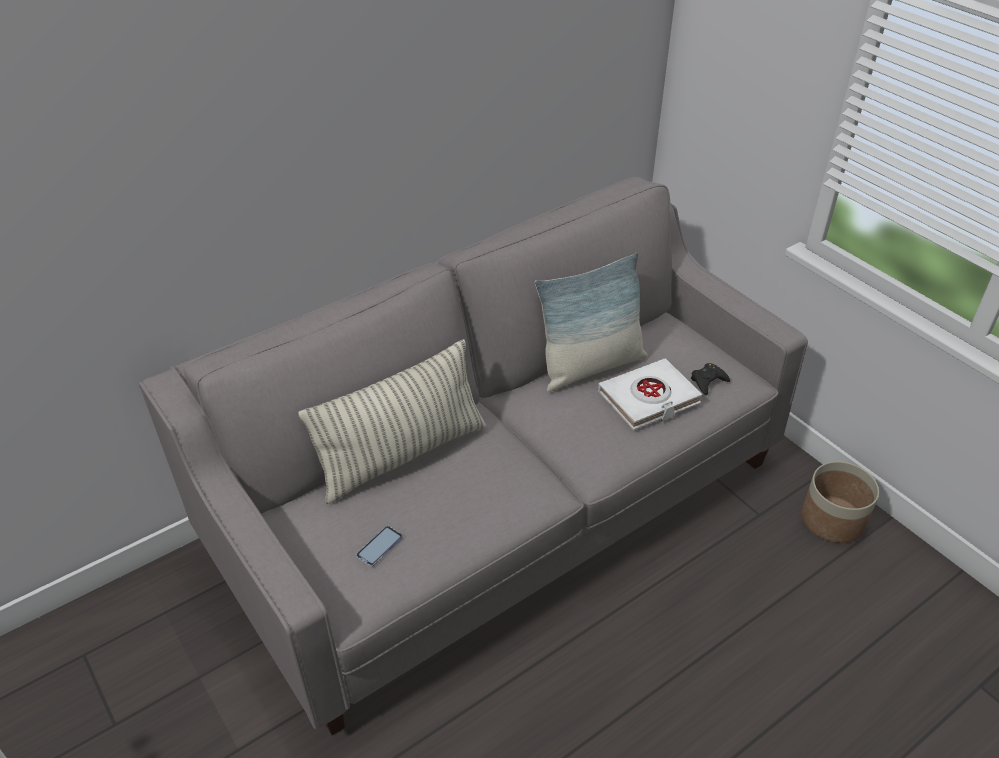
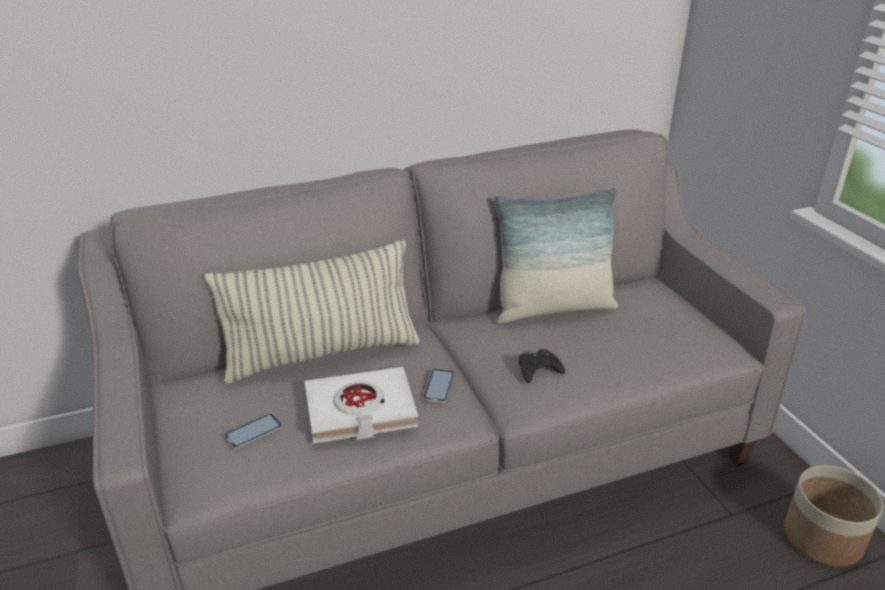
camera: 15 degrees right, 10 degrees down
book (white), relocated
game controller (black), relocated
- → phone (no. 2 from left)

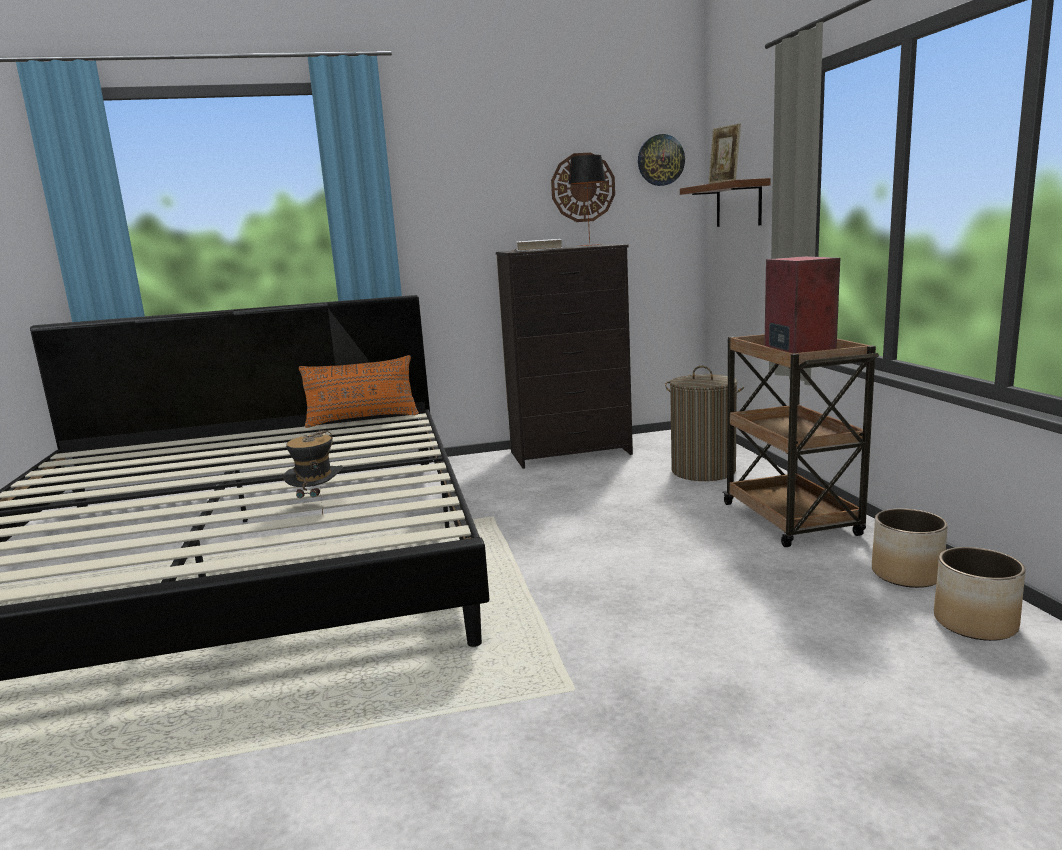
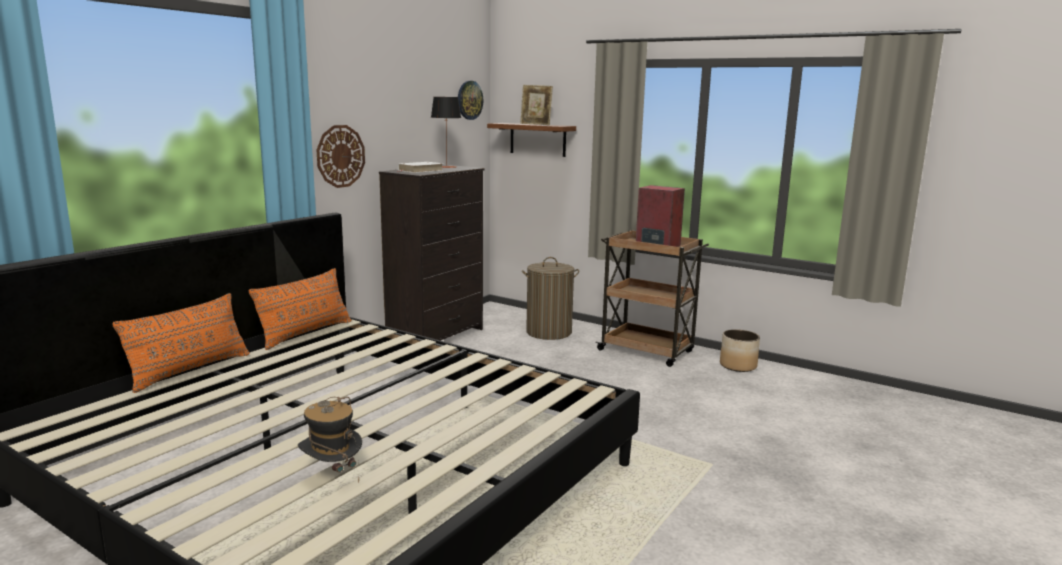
camera: 45 degrees left, 0 degrees up
hat, relocated
wall clock (no. 1 from left), relocated
planter (no. 2 from left) → -
- → pillow (orange) (no. 1 from left)

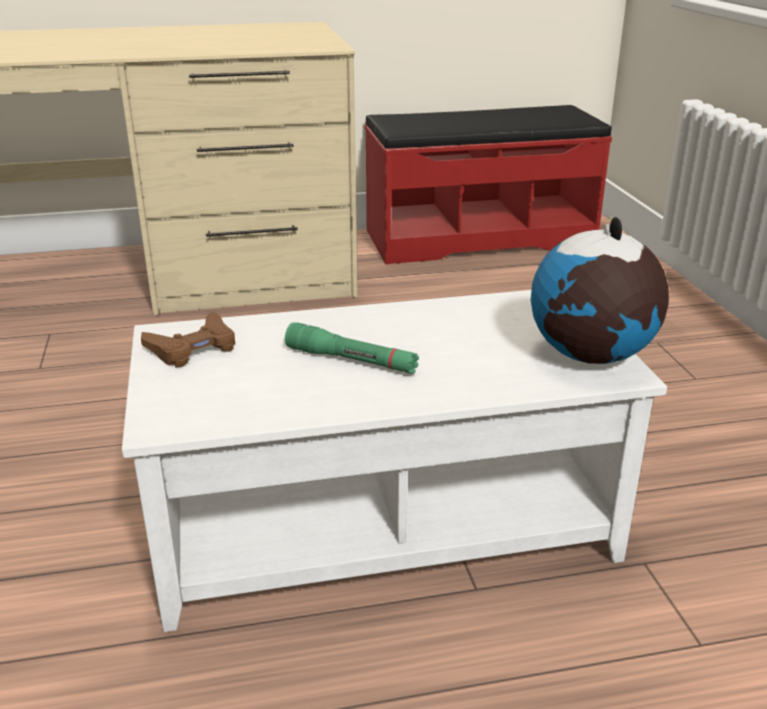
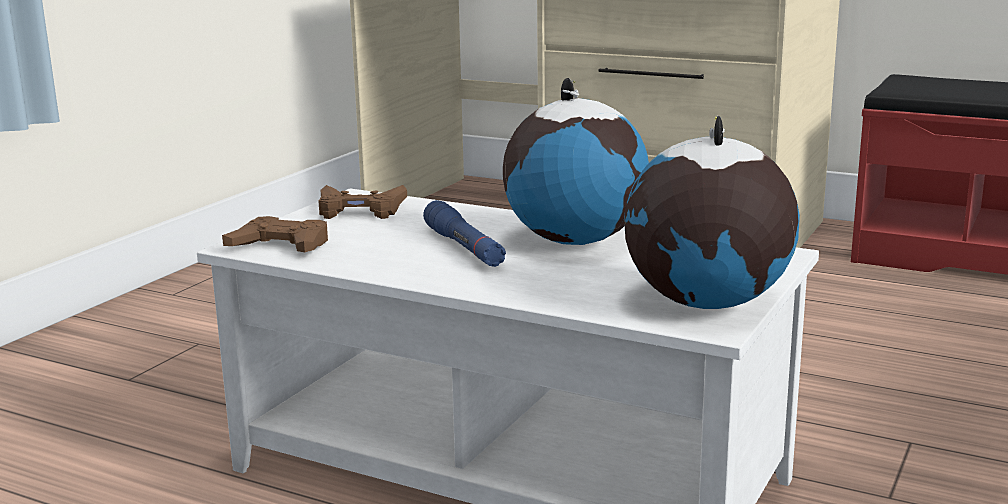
camera: 40 degrees right, 10 degrees down
flashlight (green) → flashlight (blue)
- → game controller (brown) (no. 1 from left)
- → globe (no. 1 from left)

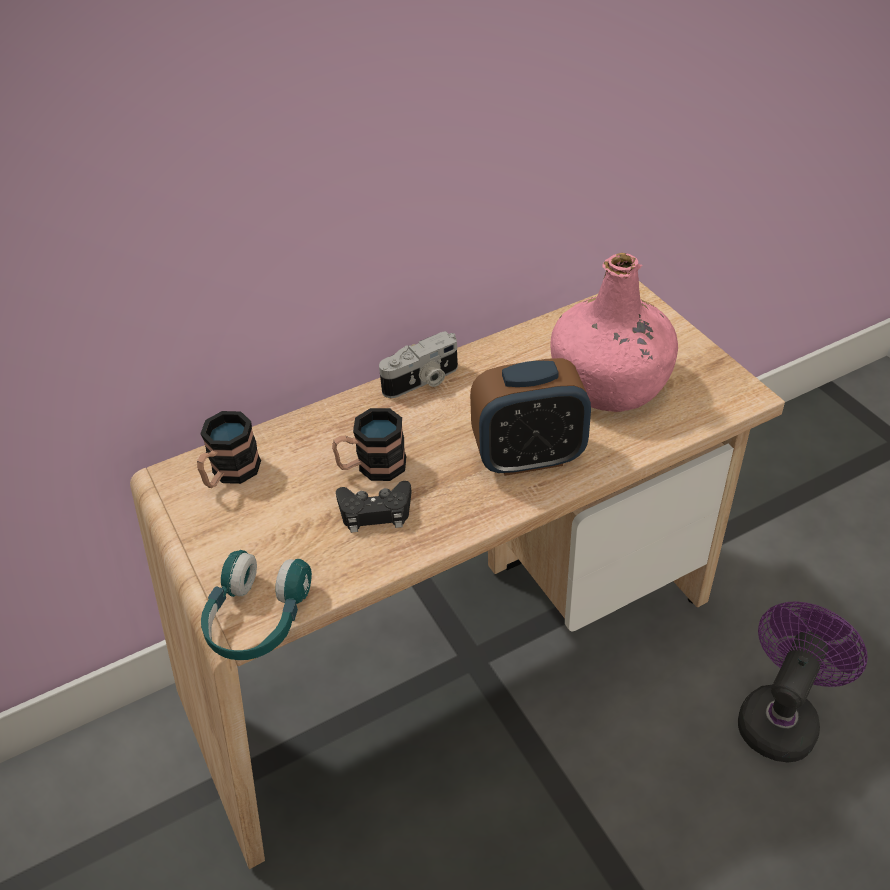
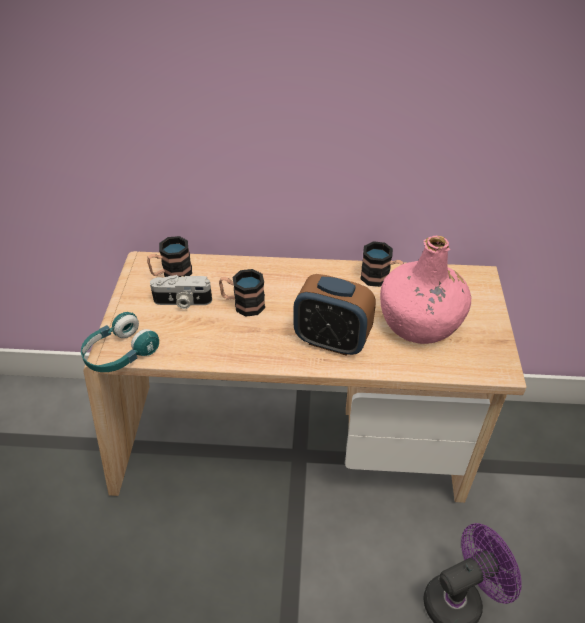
camera: 30 degrees right, 0 degrees up
game controller (black) → -
photo camera, relocated
- → mug (no. 3 from left)

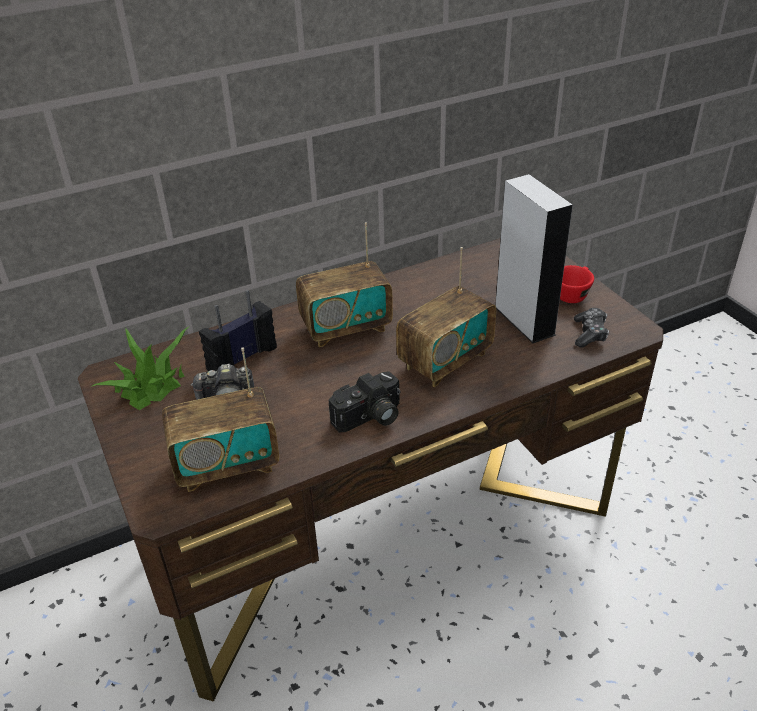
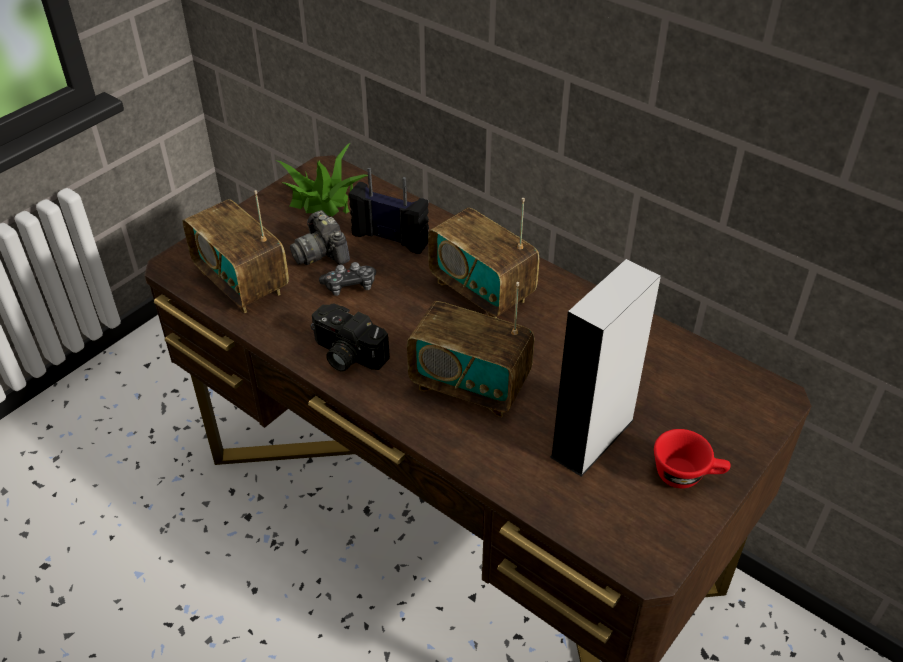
camera: 65 degrees right, 5 degrees up
game controller, relocated

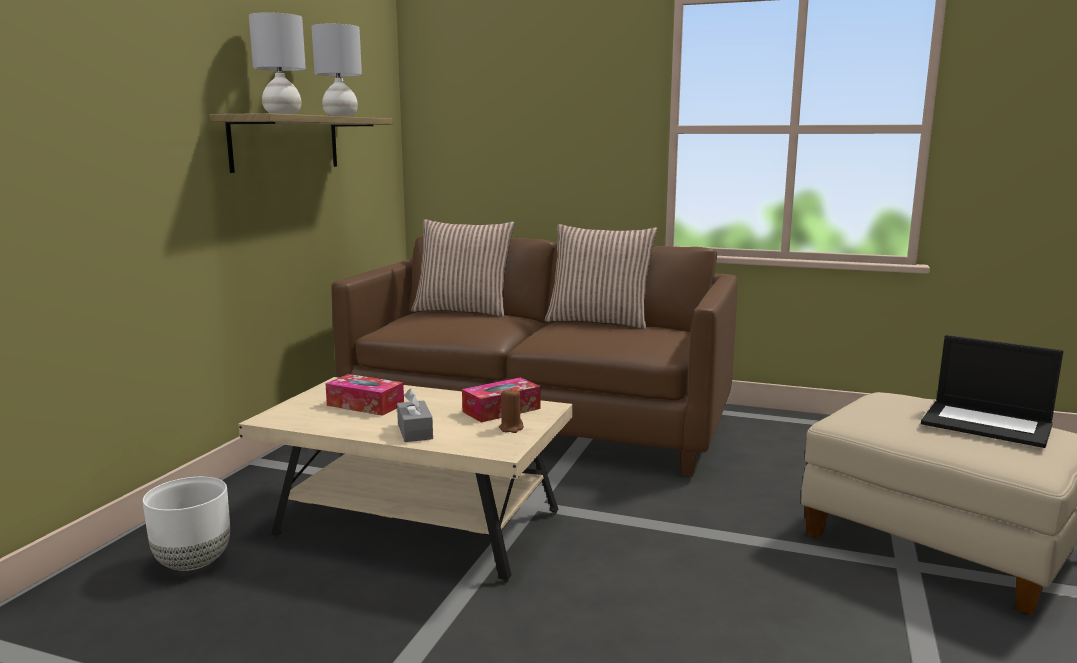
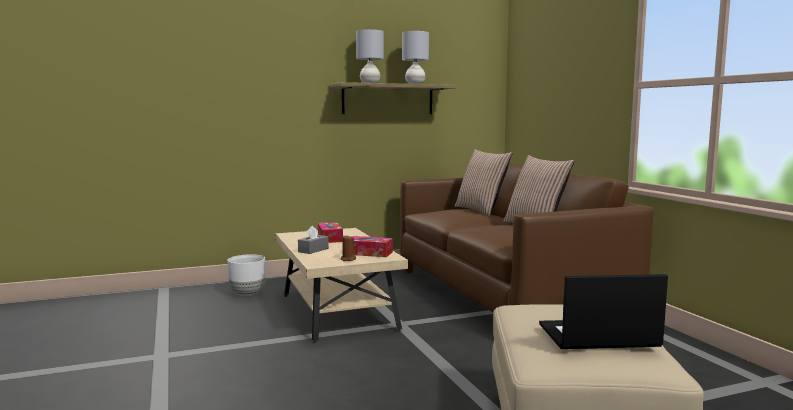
camera: 50 degrees right, 5 degrees down
laptop, 90 degrees clockwise

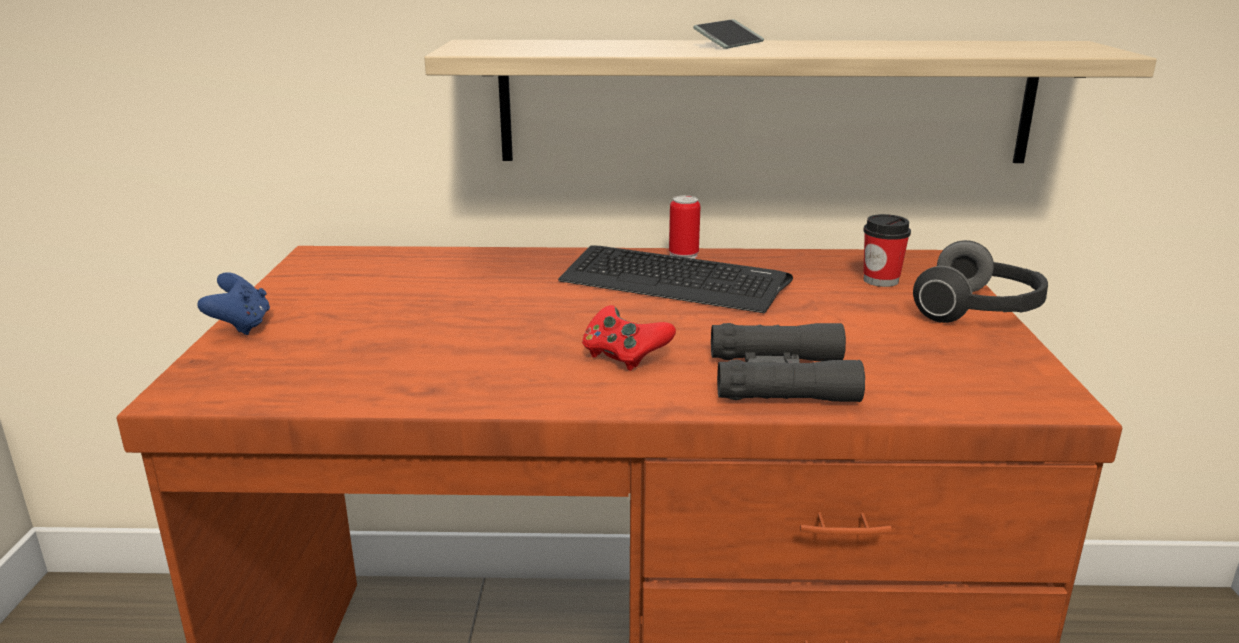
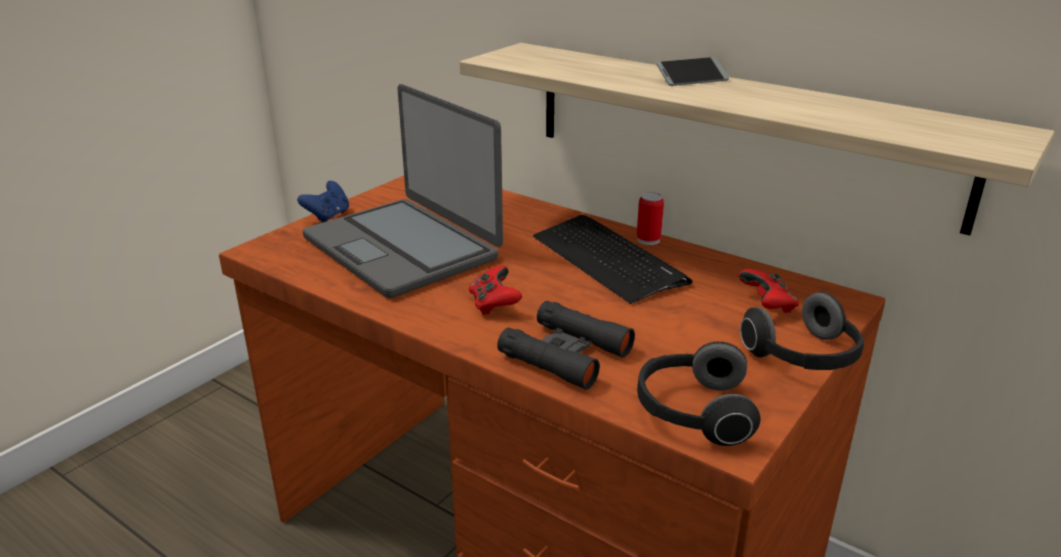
camera: 35 degrees right, 5 degrees up
cup → game controller (red) (no. 2 from left)
- → laptop
- → headphones (no. 1 from left)

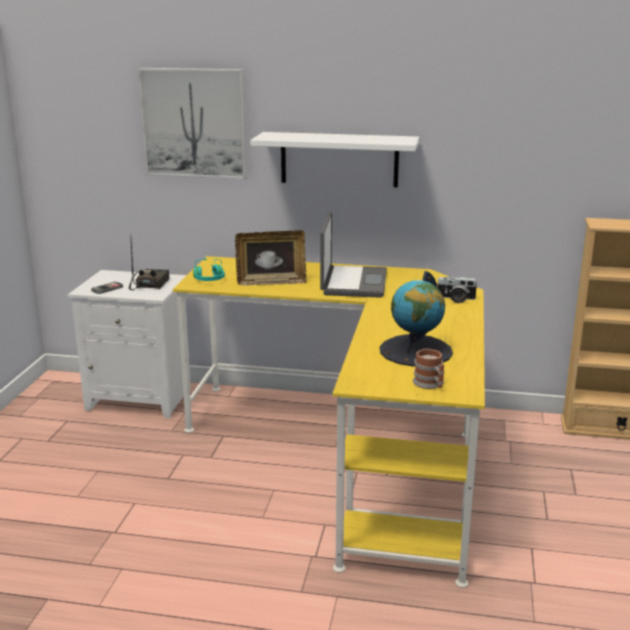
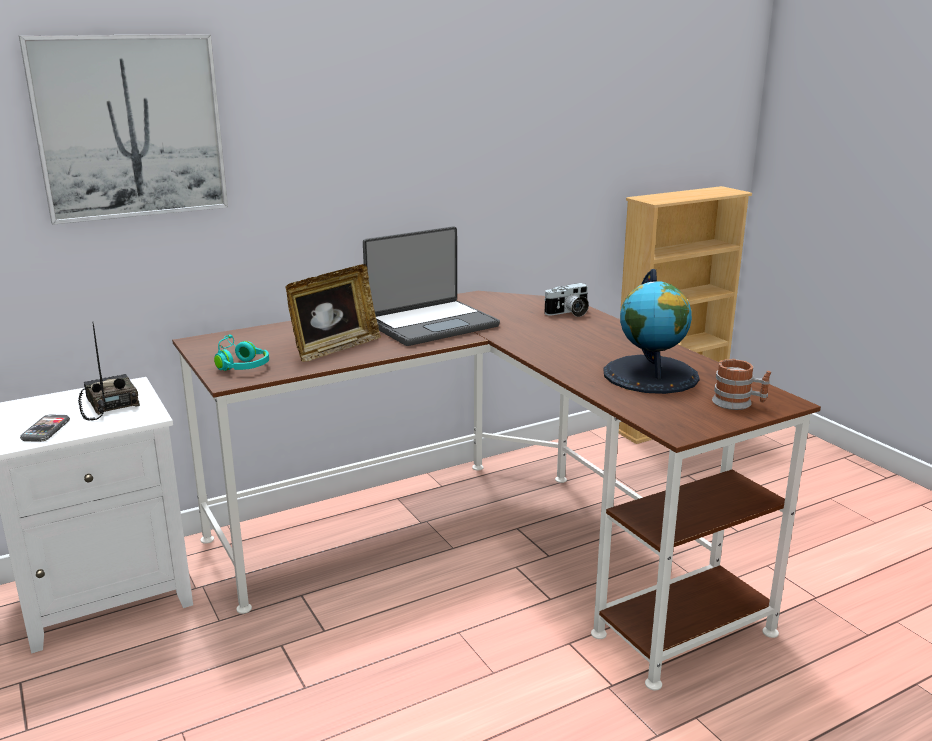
camera: 40 degrees left, 0 degrees up
desk (yellow) → desk (brown)
shelf (white) → -
laptop, 90 degrees clockwise

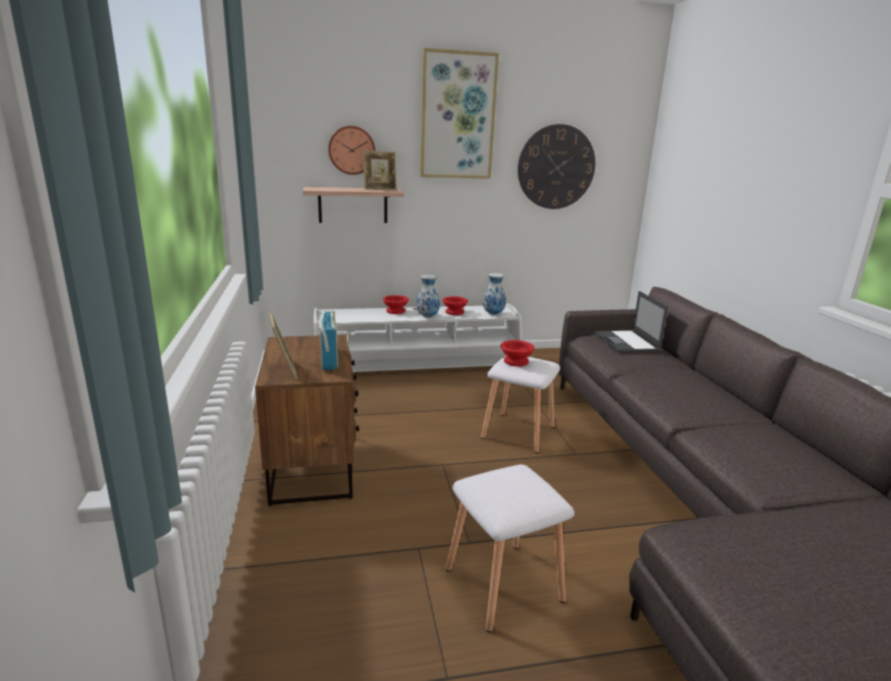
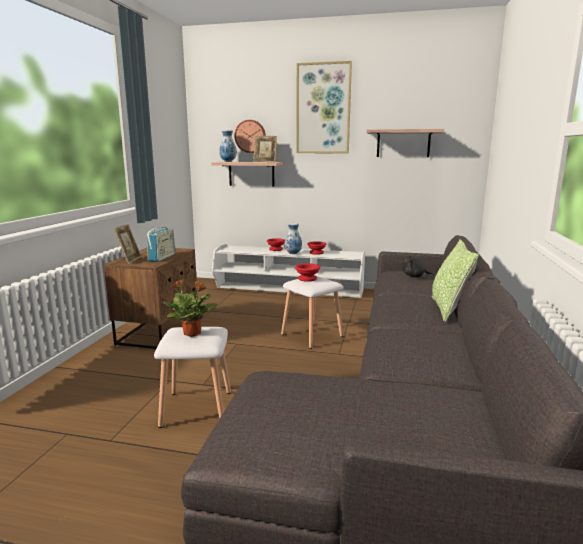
camera: 25 degrees right, 5 degrees down
vase (no. 2 from left in the first image) → vase (no. 1 from left), relocated
wall clock (no. 2 from left) → shelf (no. 2 from left)
laptop → plush toy (black)
- → potted plant
- → pillow

